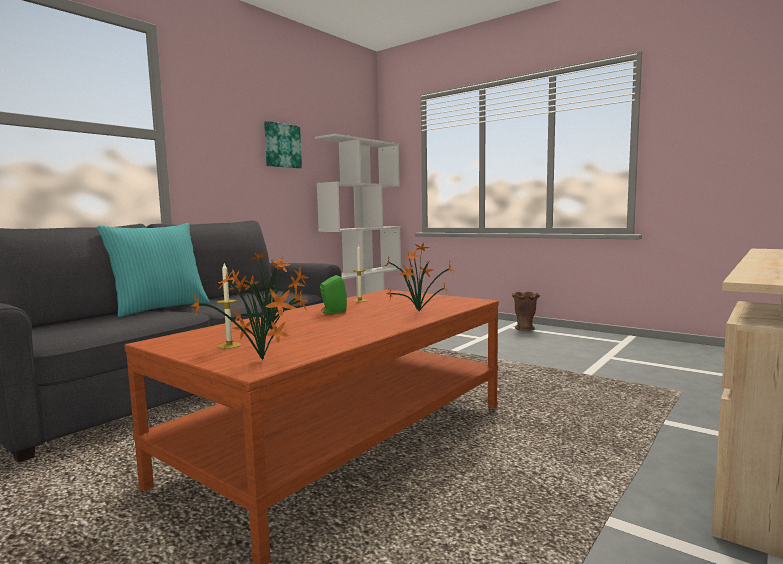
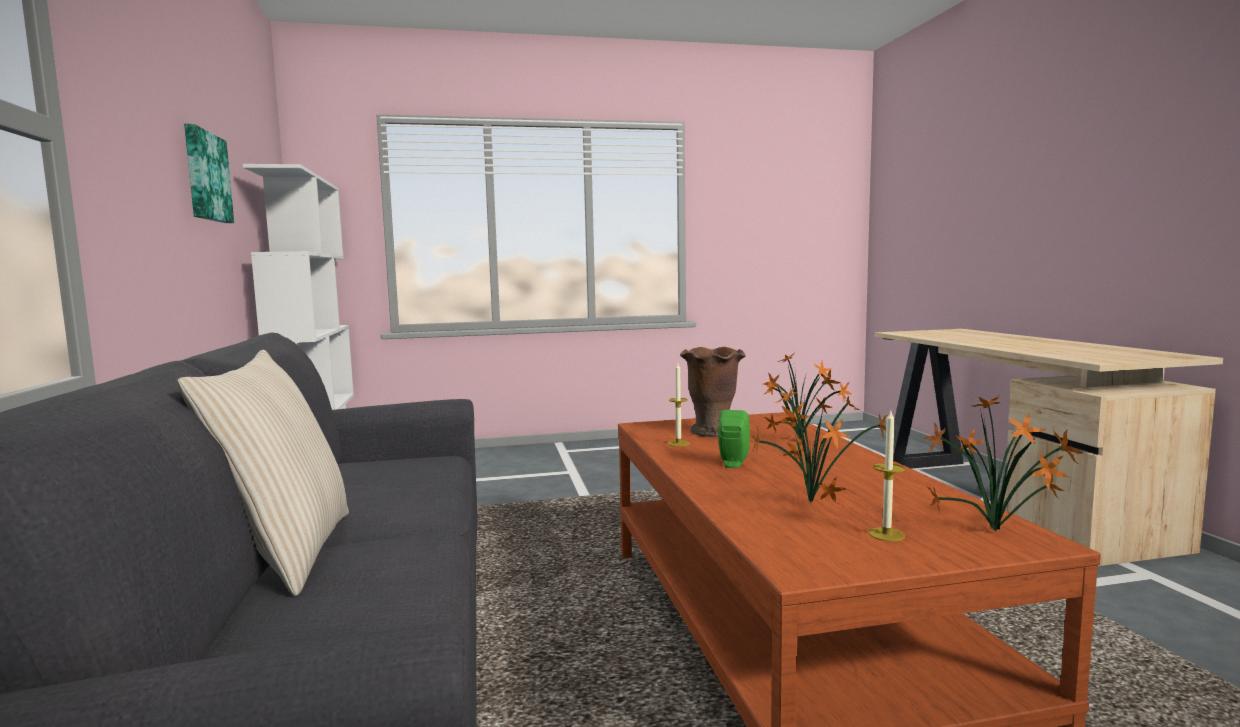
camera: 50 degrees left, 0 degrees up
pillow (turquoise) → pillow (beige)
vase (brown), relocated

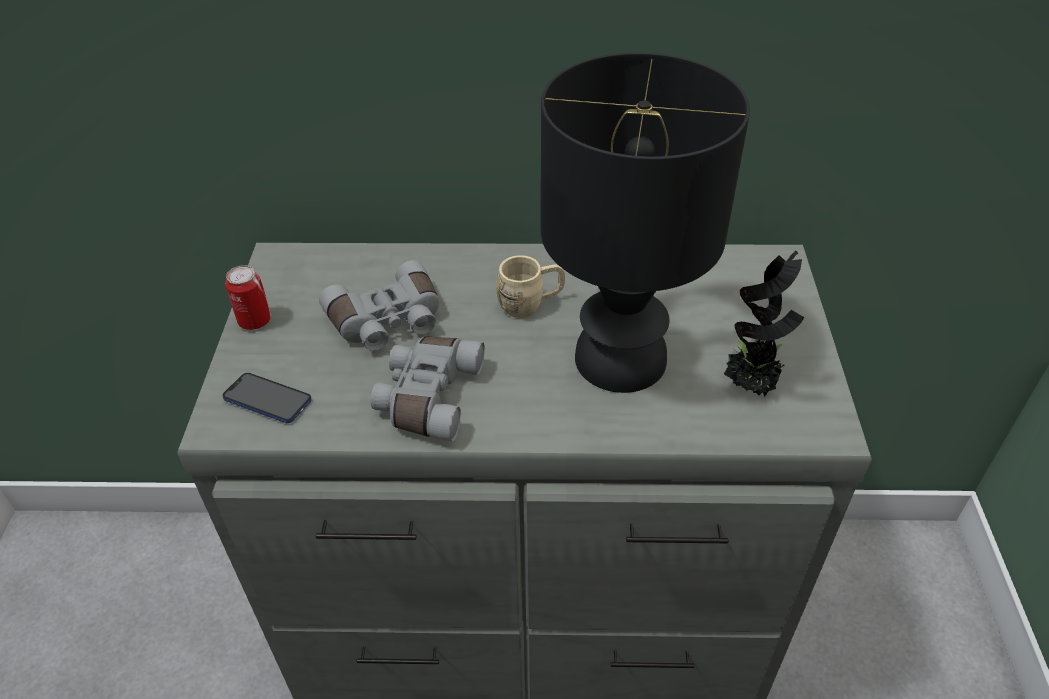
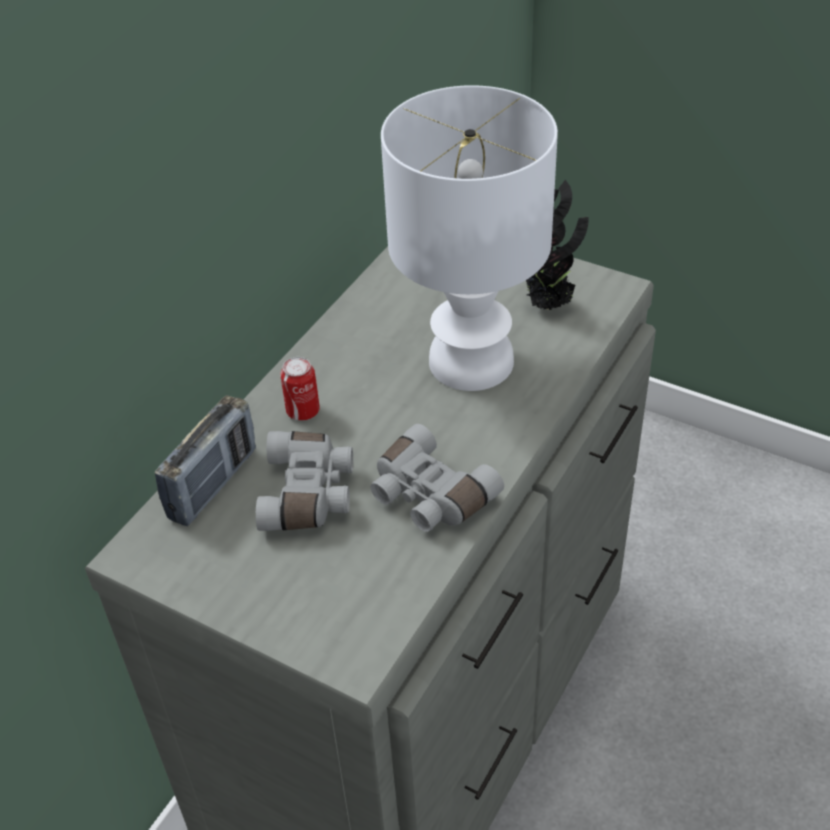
camera: 60 degrees left, 0 degrees up
phone → -
can, relocated
mug (beige) → -
table lamp (black) → table lamp (white)
- → radio

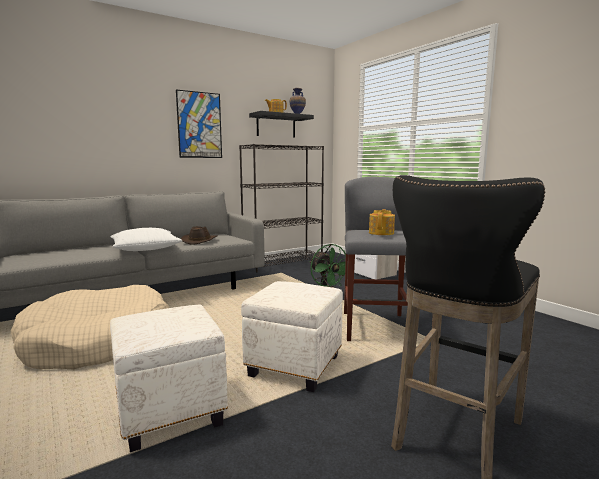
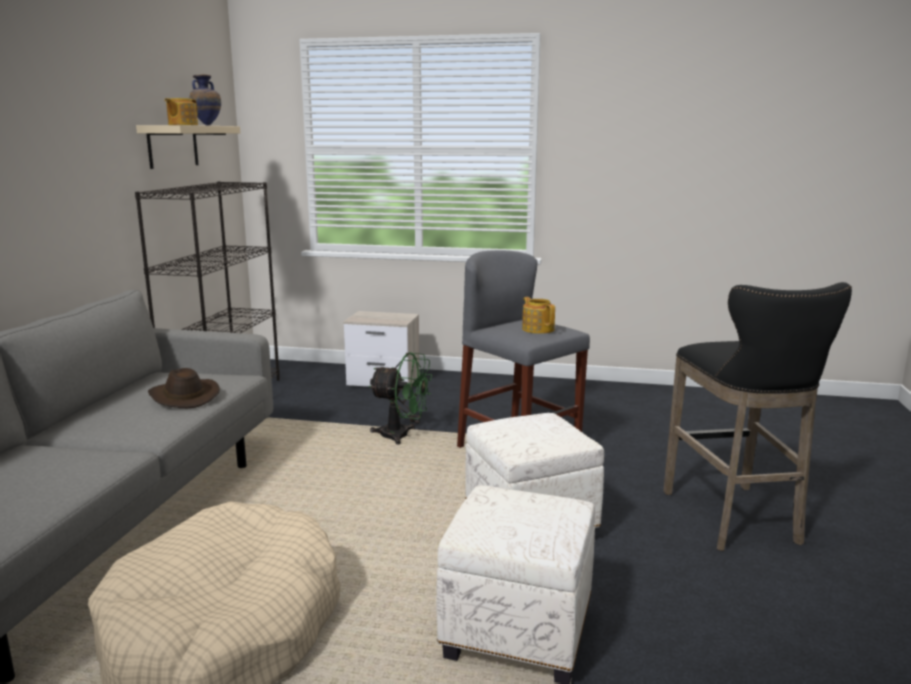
camera: 45 degrees left, 5 degrees up
pillow (white) → -
picture → -
shelf (black) → shelf (beige)

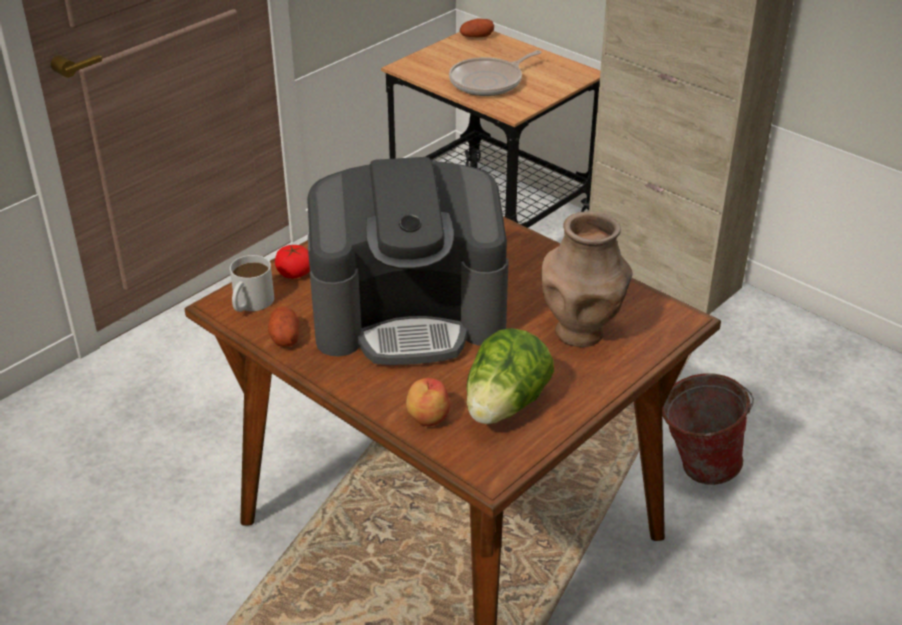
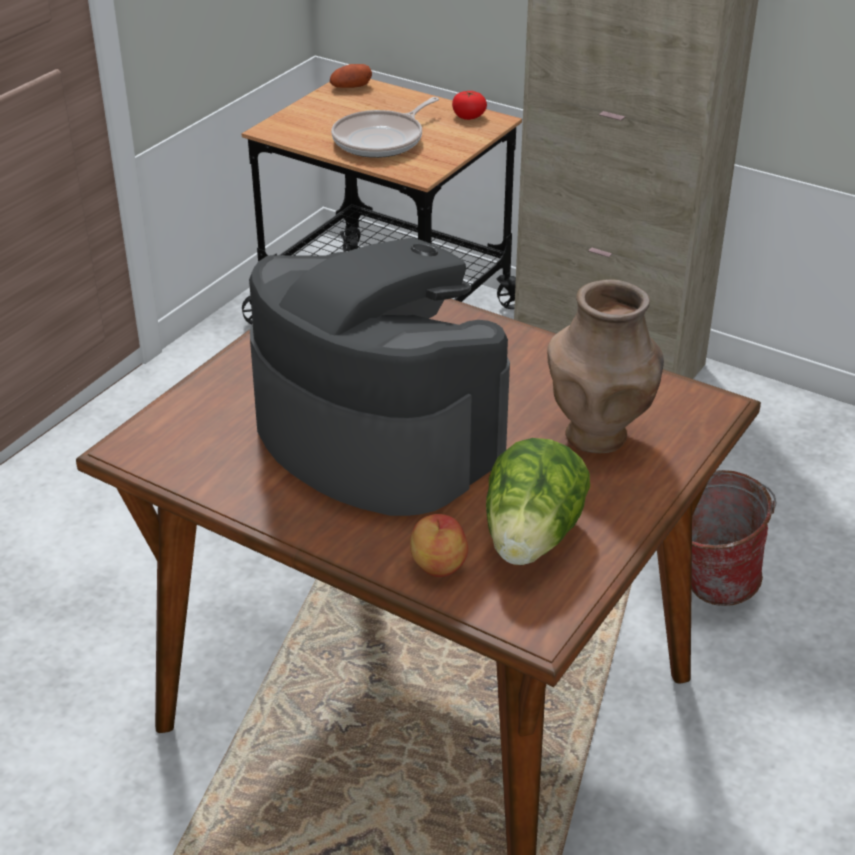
camera: 10 degrees left, 0 degrees up
mug (white) → -
potato (no. 1 from left) → -
tomato, relocated
coffee machine, 120 degrees counterclockwise

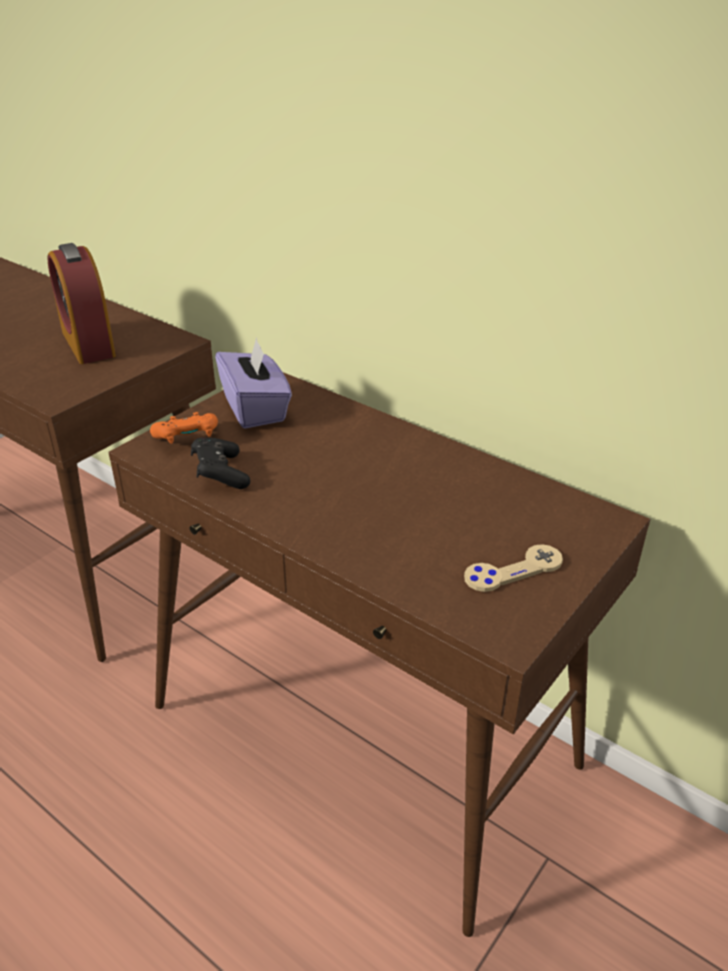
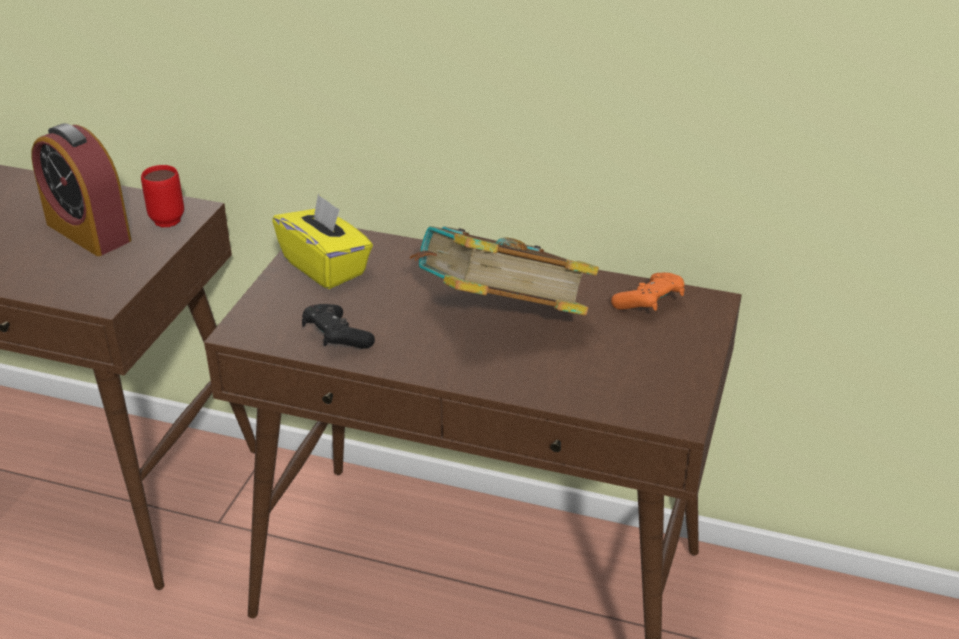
camera: 20 degrees left, 0 degrees up
game controller (orange), relocated
tissue box (purple) → tissue box (yellow)
game controller (beige) → -
- → mug (red)
- → book

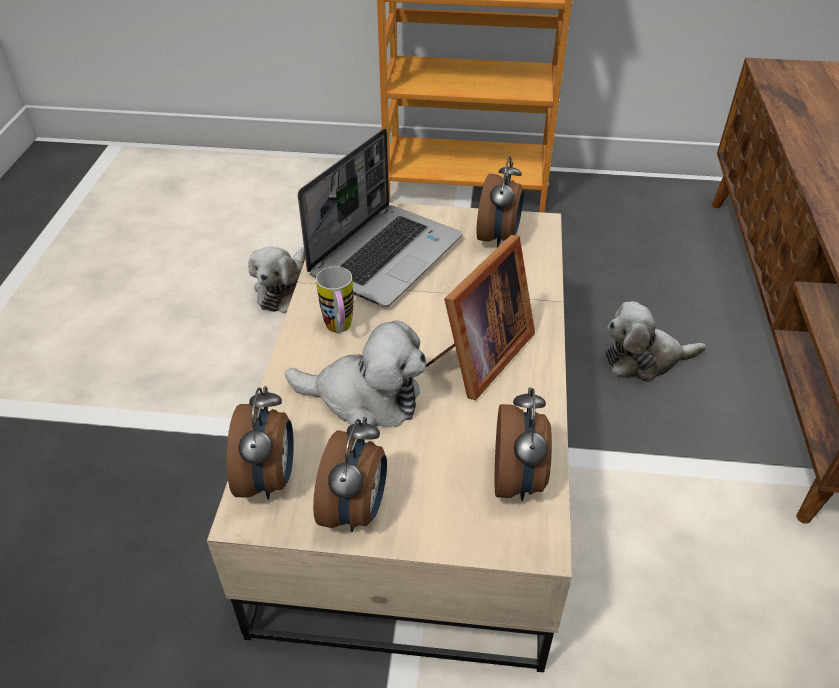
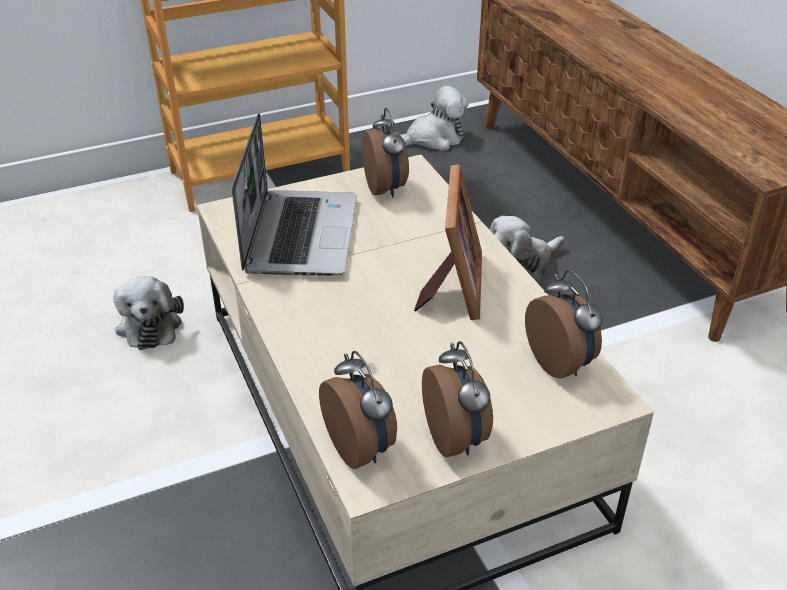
camera: 30 degrees left, 5 degrees down
plush toy (no. 2 from left), relocated
mug → -

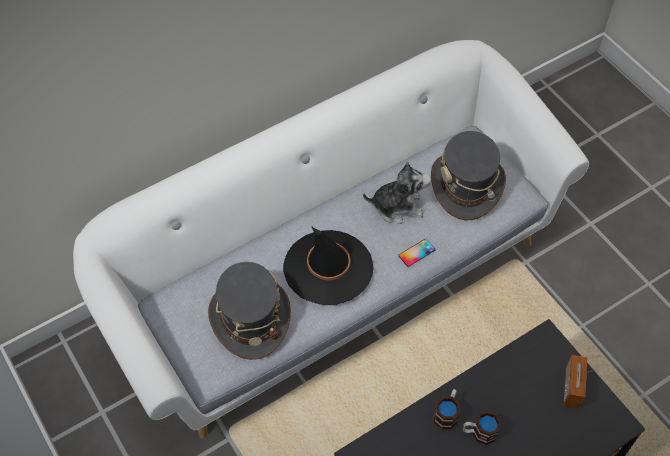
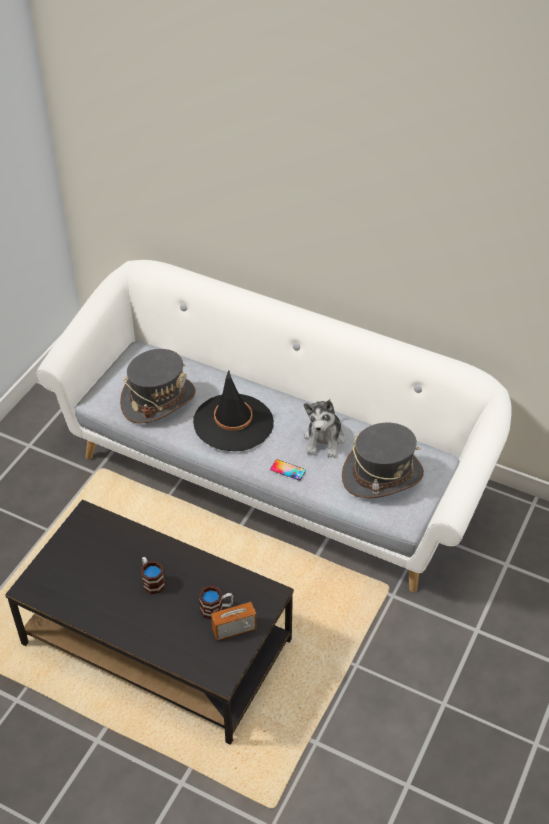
camera: 60 degrees right, 10 degrees down
plush toy, 45 degrees clockwise
mug (no. 1 from left in the first image) → mug (no. 2 from left), relocated

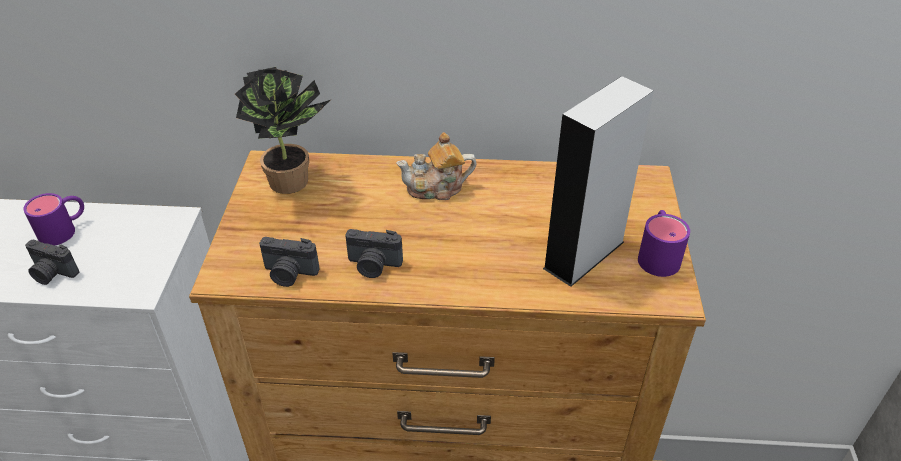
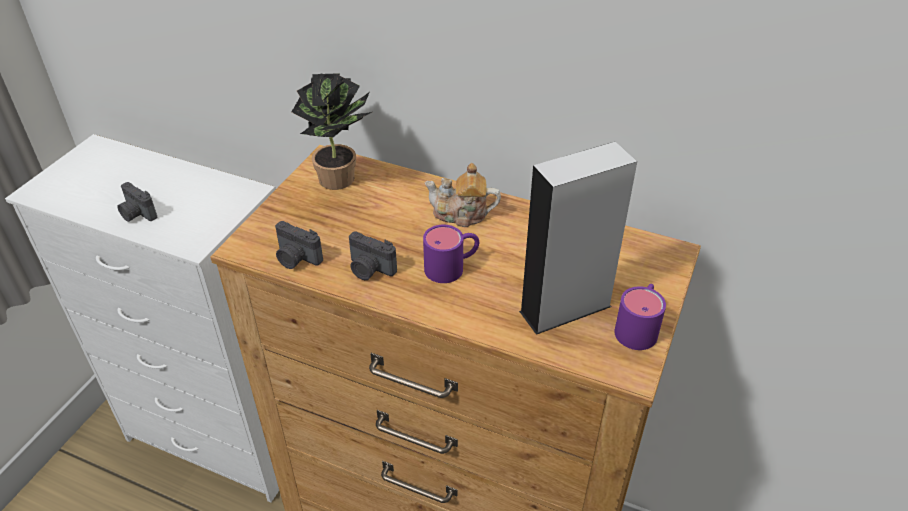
camera: 20 degrees right, 0 degrees up
mug (purple) (no. 1 from left), relocated

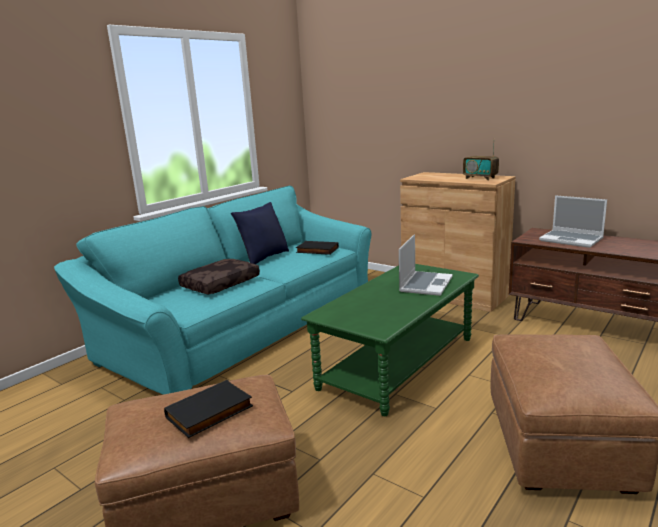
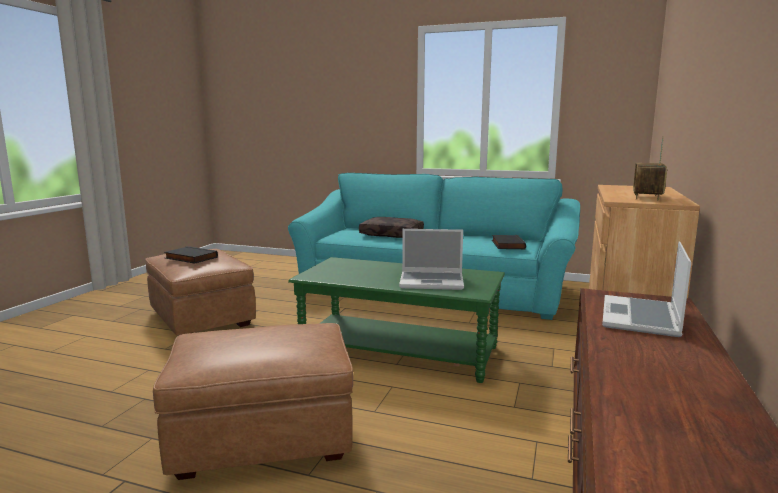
camera: 70 degrees right, 5 degrees down
pillow (blue) → -

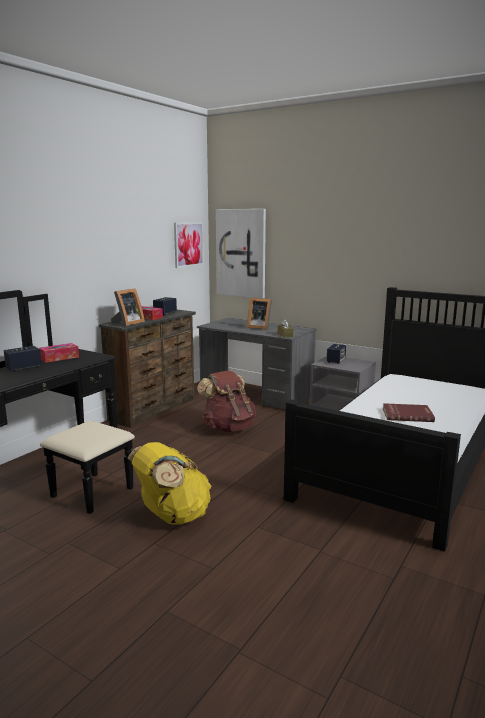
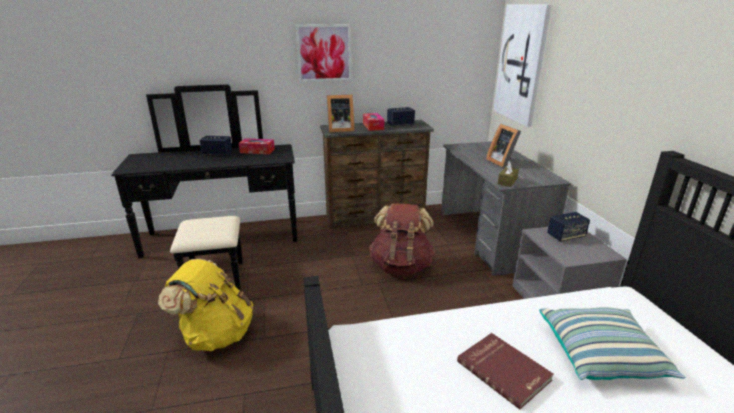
camera: 45 degrees right, 10 degrees up
picture (no. 1 from left), relocated
- → pillow

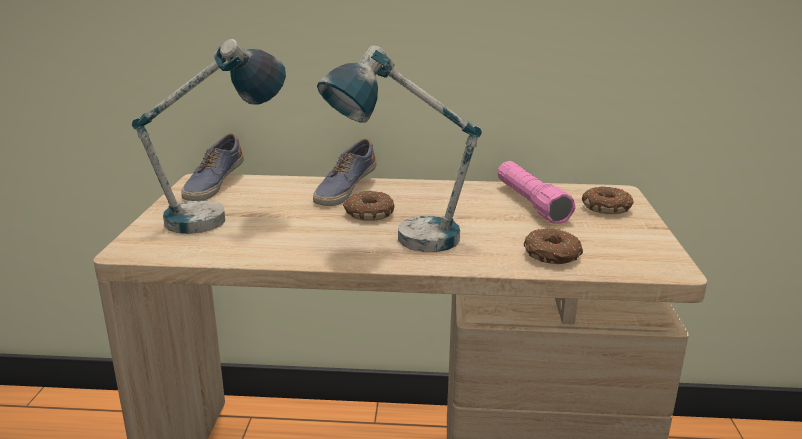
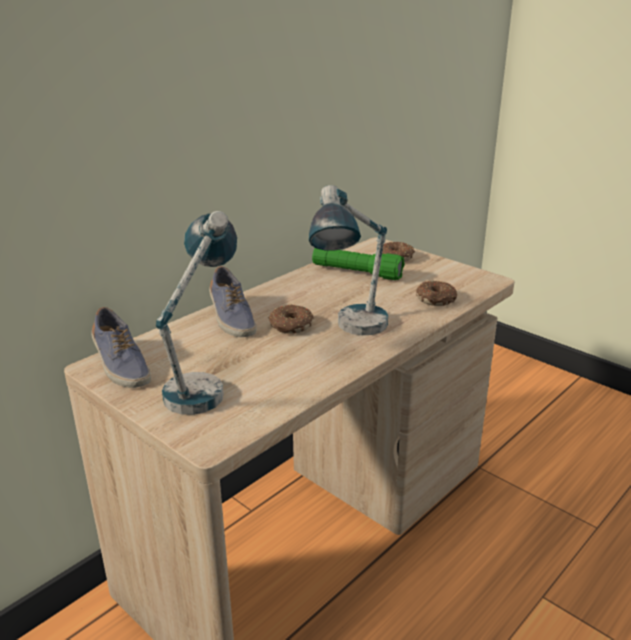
camera: 50 degrees left, 5 degrees up
flashlight (pink) → flashlight (green)

